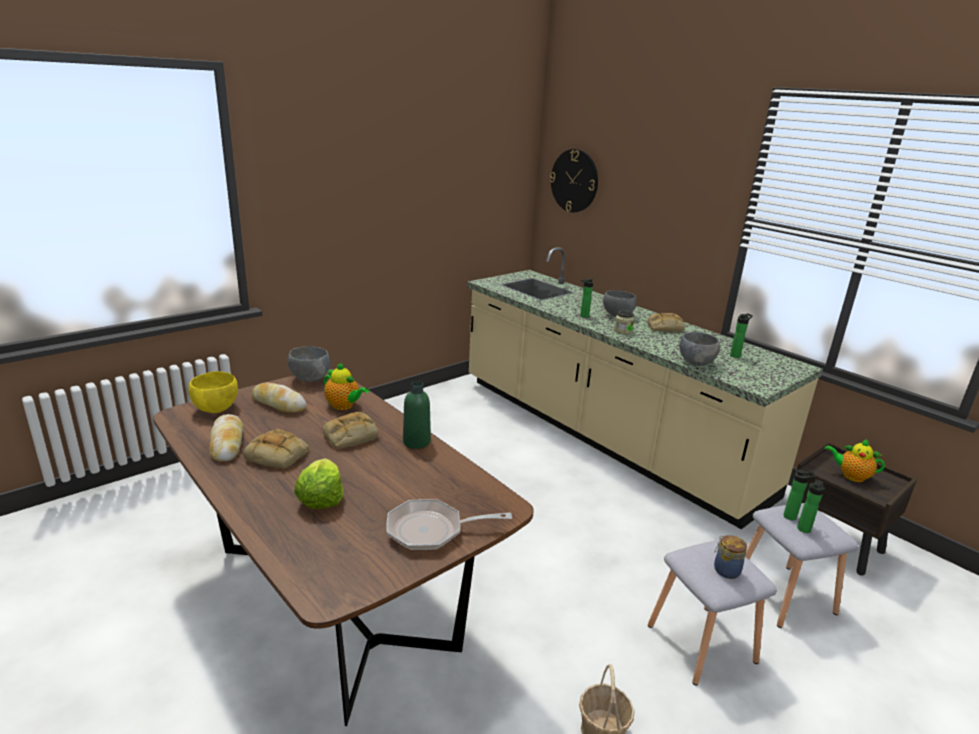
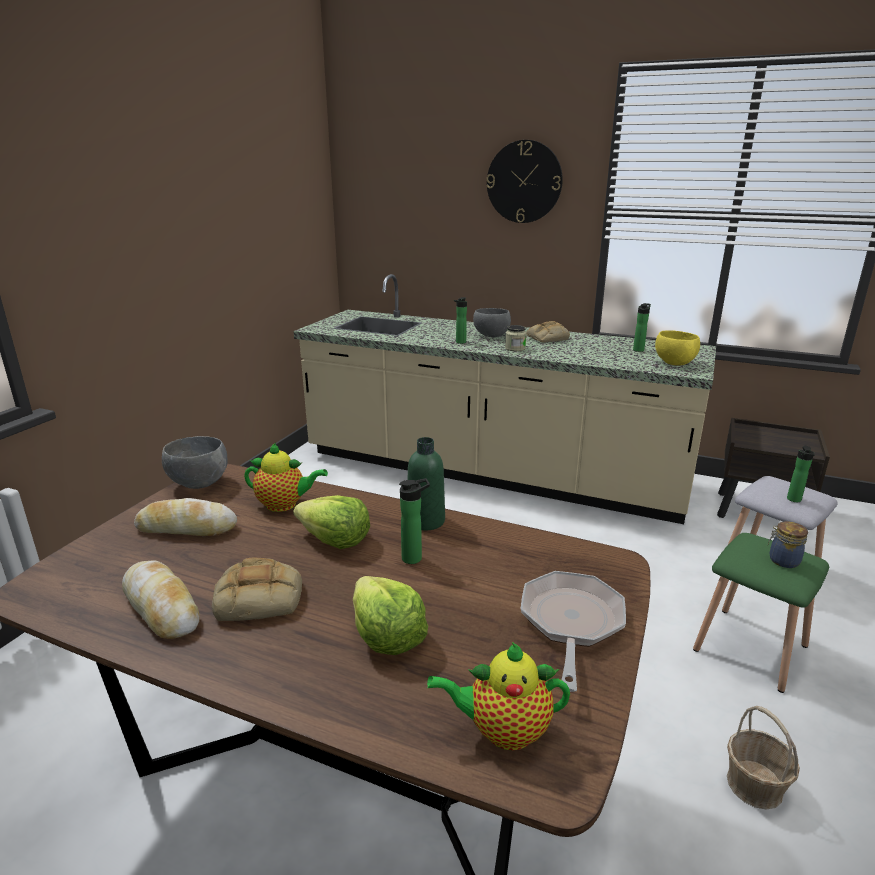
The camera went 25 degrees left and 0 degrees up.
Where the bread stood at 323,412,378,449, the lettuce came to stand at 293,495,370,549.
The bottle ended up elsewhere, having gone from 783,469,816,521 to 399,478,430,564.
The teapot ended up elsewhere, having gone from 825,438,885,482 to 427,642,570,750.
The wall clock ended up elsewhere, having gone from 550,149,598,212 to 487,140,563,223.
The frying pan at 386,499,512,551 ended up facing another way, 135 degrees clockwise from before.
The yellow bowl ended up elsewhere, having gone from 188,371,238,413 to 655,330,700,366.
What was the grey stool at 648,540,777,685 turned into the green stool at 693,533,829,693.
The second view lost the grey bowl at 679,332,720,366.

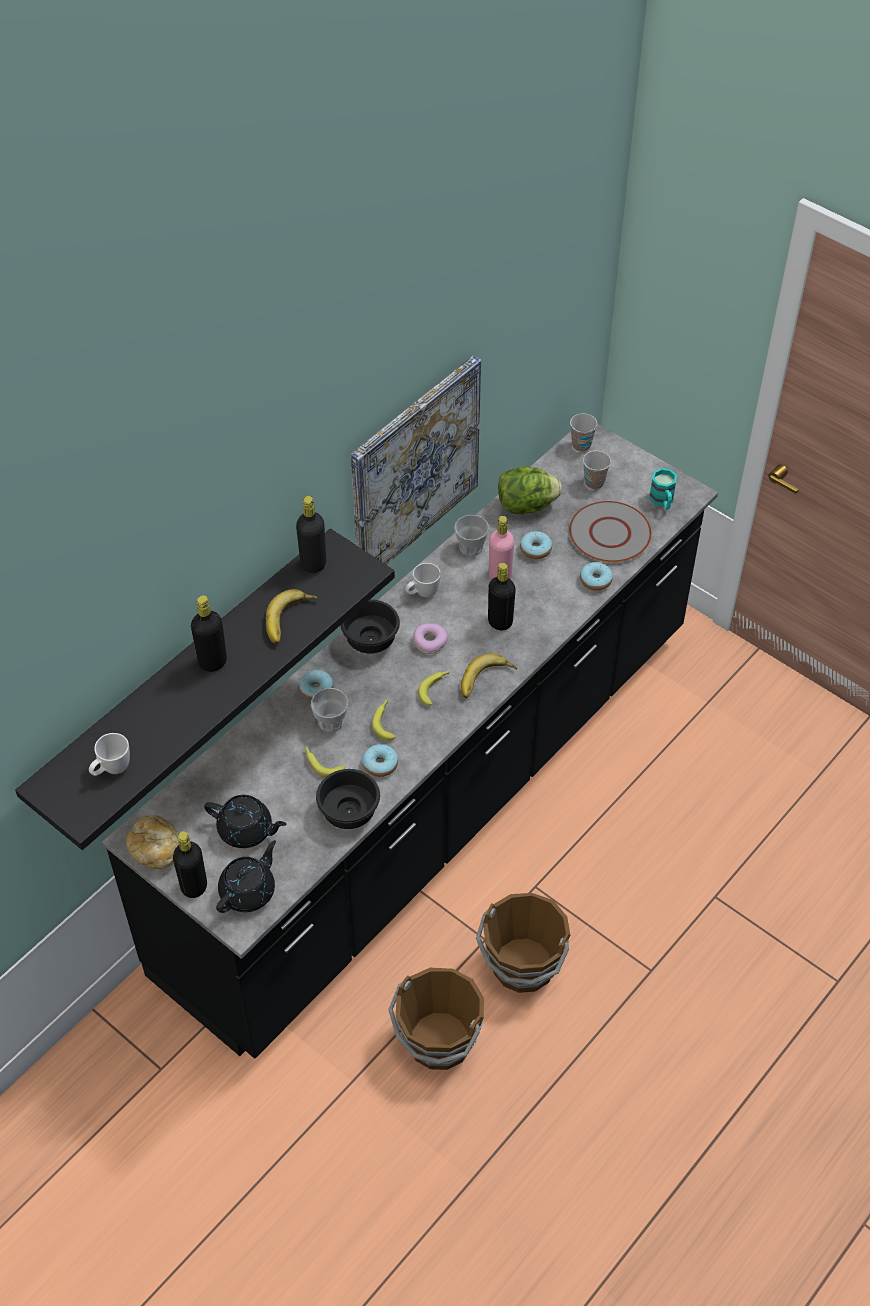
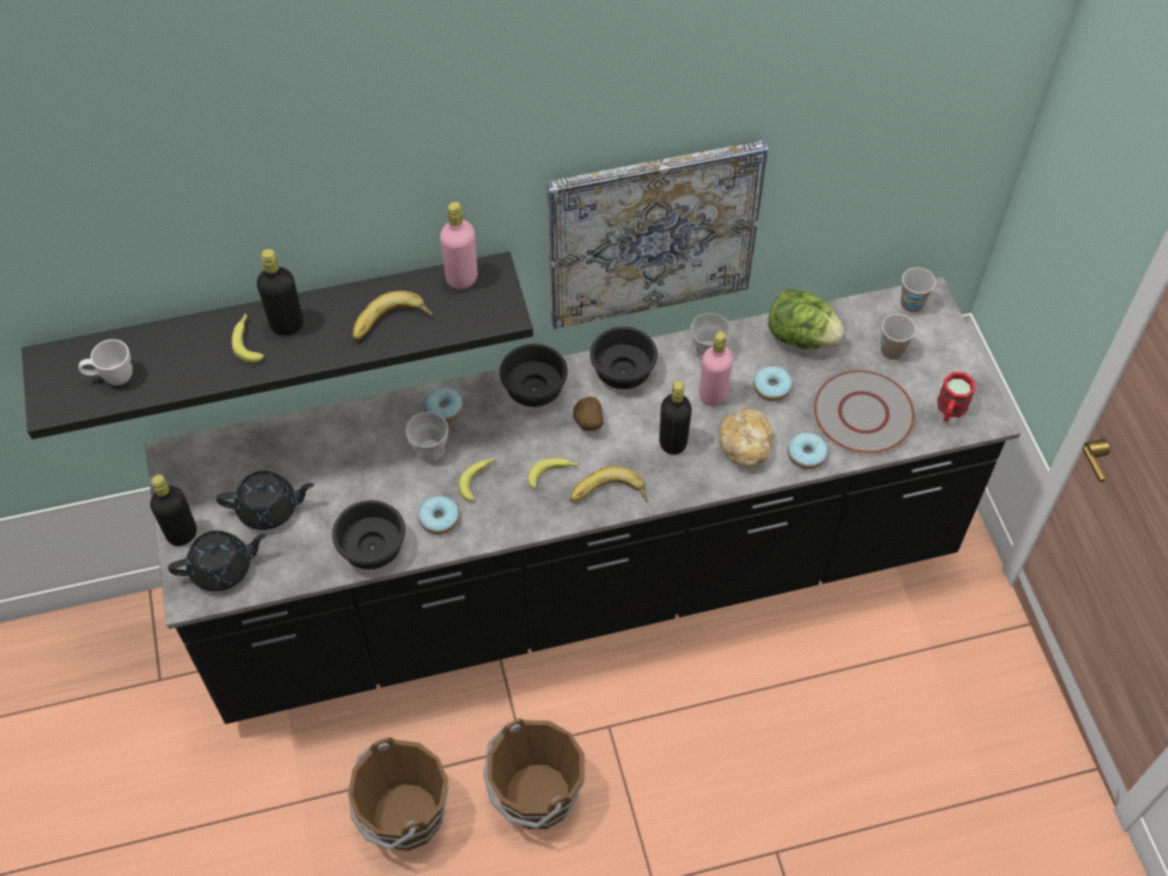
The camera went 35 degrees right and 5 degrees up.
The black teapot at 204,795,287,848 ended up facing another way, 60 degrees counterclockwise from before.
The banana ended up elsewhere, having gone from 305,746,345,778 to 232,313,264,363.
What was the black bottle at 296,496,326,573 turned into the pink bottle at 440,202,478,289.
Where the donut stood at 413,623,448,654, the potato came to stand at 573,397,604,431.
Where the white mug stood at 405,563,441,597, the black bowl came to stand at 590,327,658,389.
The bread ended up elsewhere, having gone from 126,815,179,869 to 719,409,774,468.
What was the turquoise mug at 649,468,677,510 turned into the red mug at 937,372,976,422.

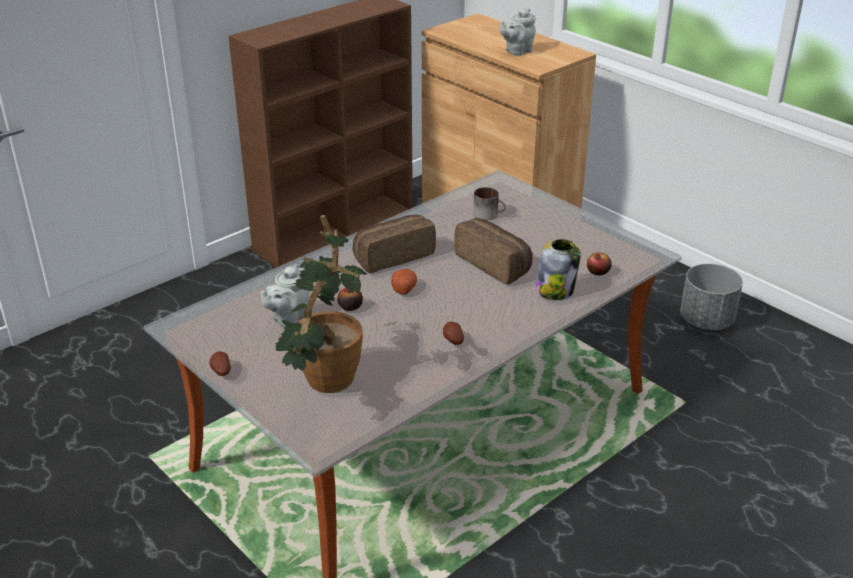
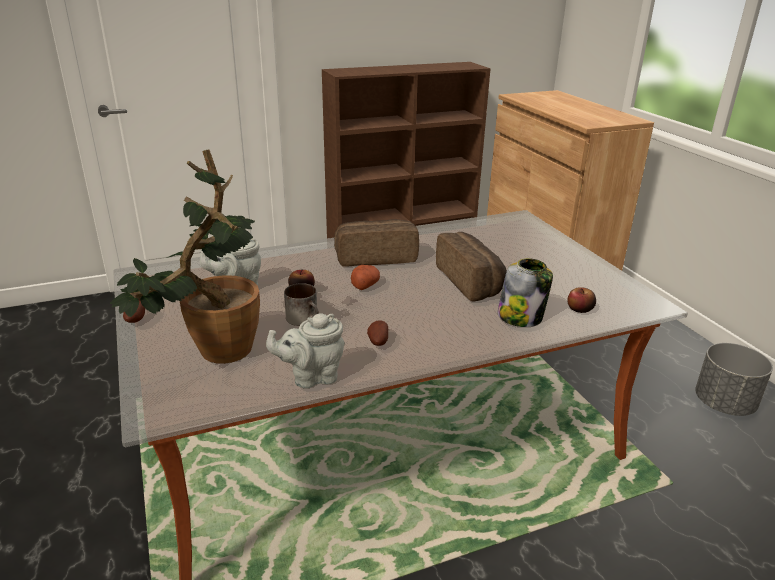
The camera went 20 degrees right and 5 degrees down.
The grey teapot ended up elsewhere, having gone from 500,9,536,56 to 266,313,345,388.
The mug ended up elsewhere, having gone from 473,187,506,220 to 284,283,319,326.

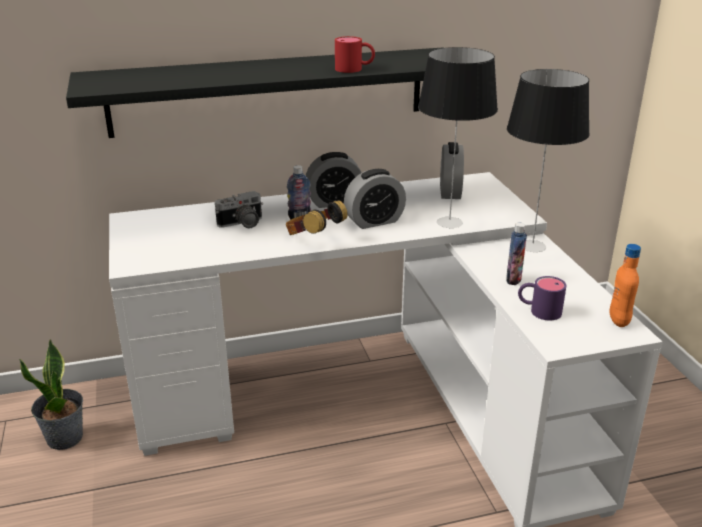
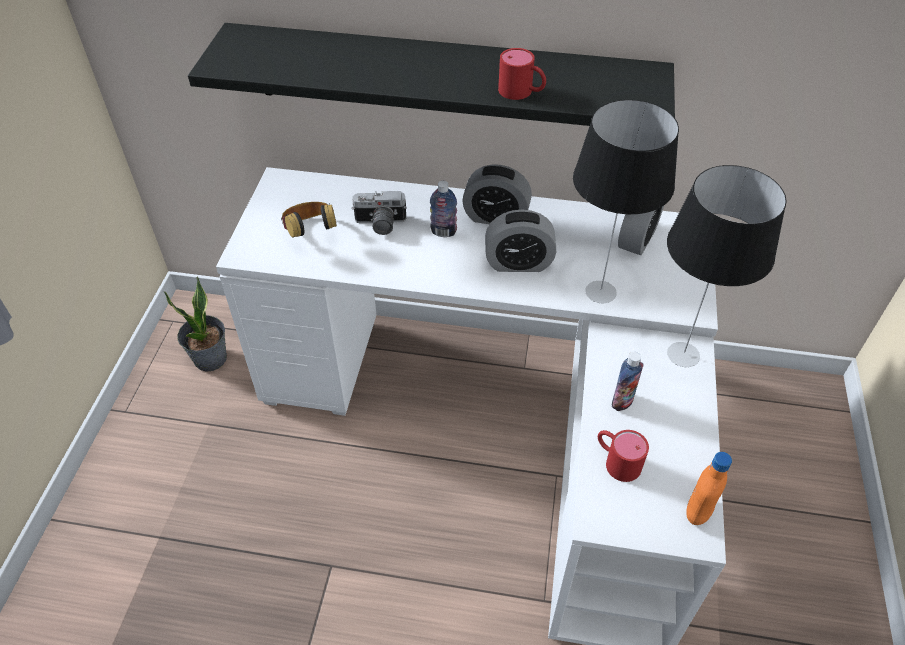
The camera went 25 degrees right and 20 degrees up.
The headphones ended up elsewhere, having gone from 286,200,348,235 to 281,202,337,238.
What was the purple mug at 518,276,567,321 turned into the red mug at 598,430,649,482.

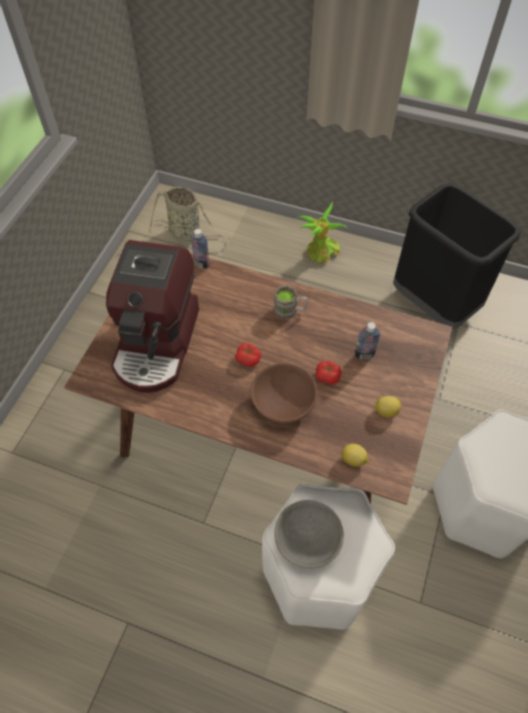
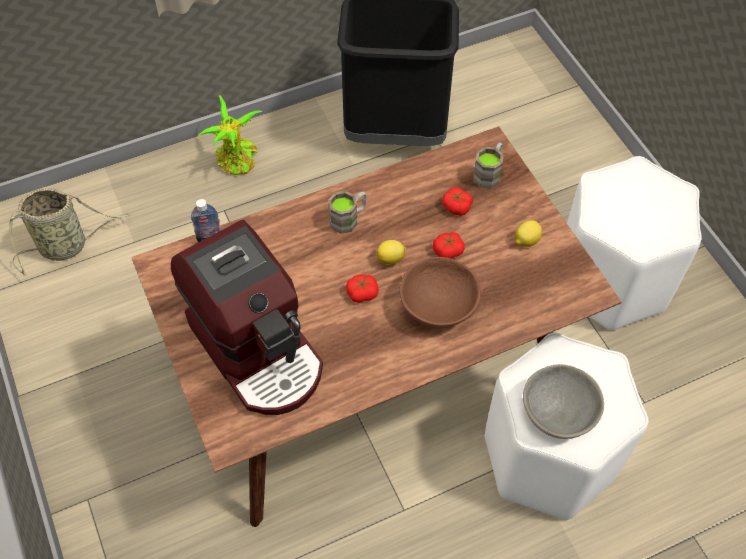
The camera went 45 degrees left and 0 degrees up.
The lemon ended up elsewhere, having gone from 341,444,369,467 to 377,240,406,265.
Where the bottle stood at 354,322,380,359, the tomato came to stand at 442,187,473,216.
The second view gained the brown mug at 473,142,503,189.

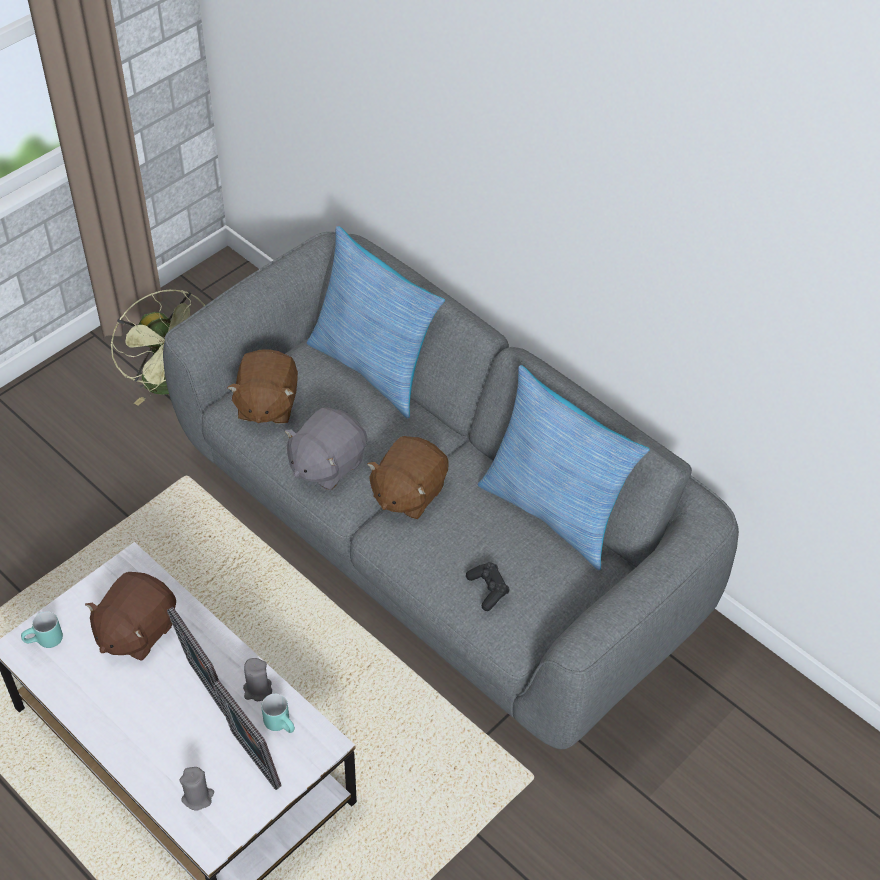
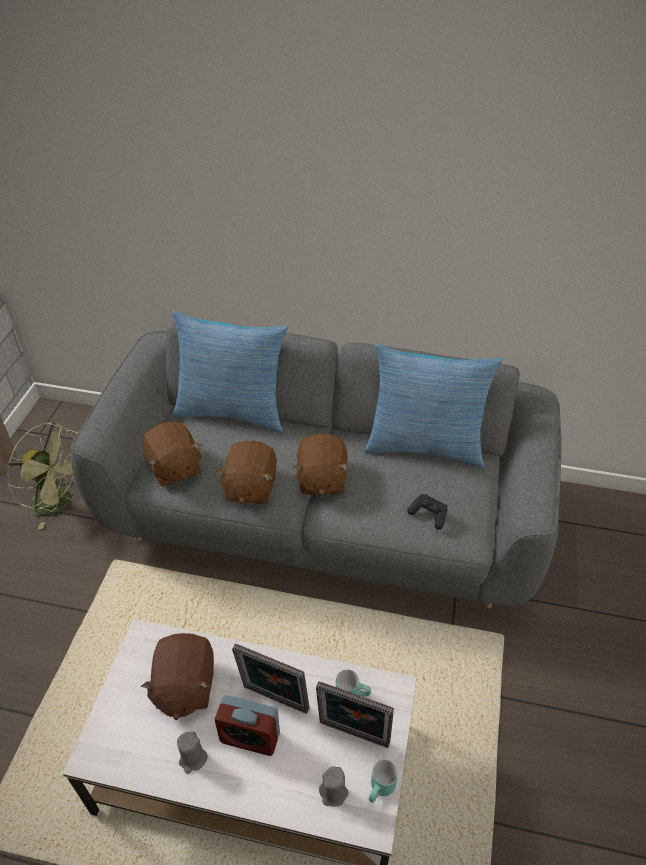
The camera went 30 degrees left and 5 degrees down.
The grey candle ended up elsewhere, having gone from 243,658,272,701 to 177,731,208,774.
The second view gained the alarm clock at 215,695,280,756.
What was the grey plush toy at 285,407,367,490 turned into the brown plush toy at 216,441,277,504.
The turquoise mug ended up elsewhere, having gone from 21,611,63,648 to 369,760,398,803.

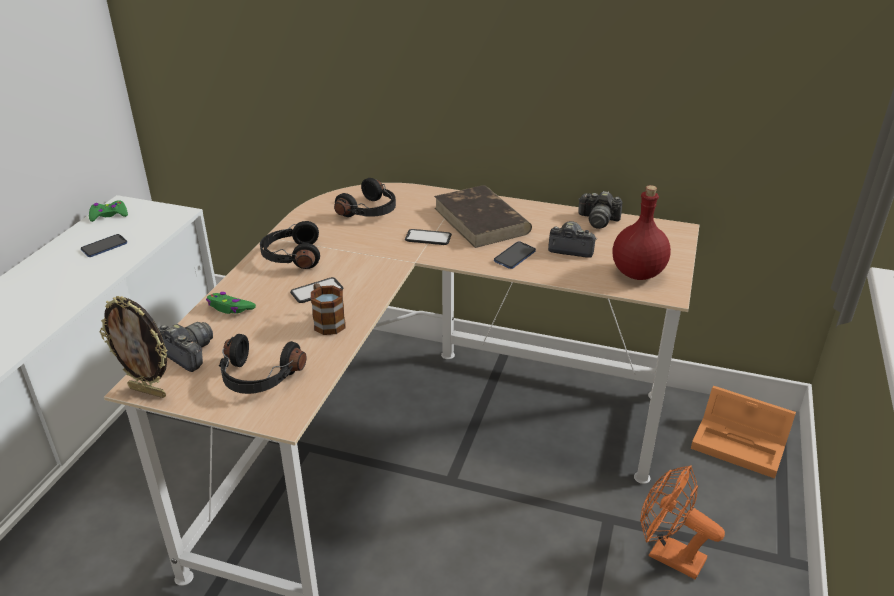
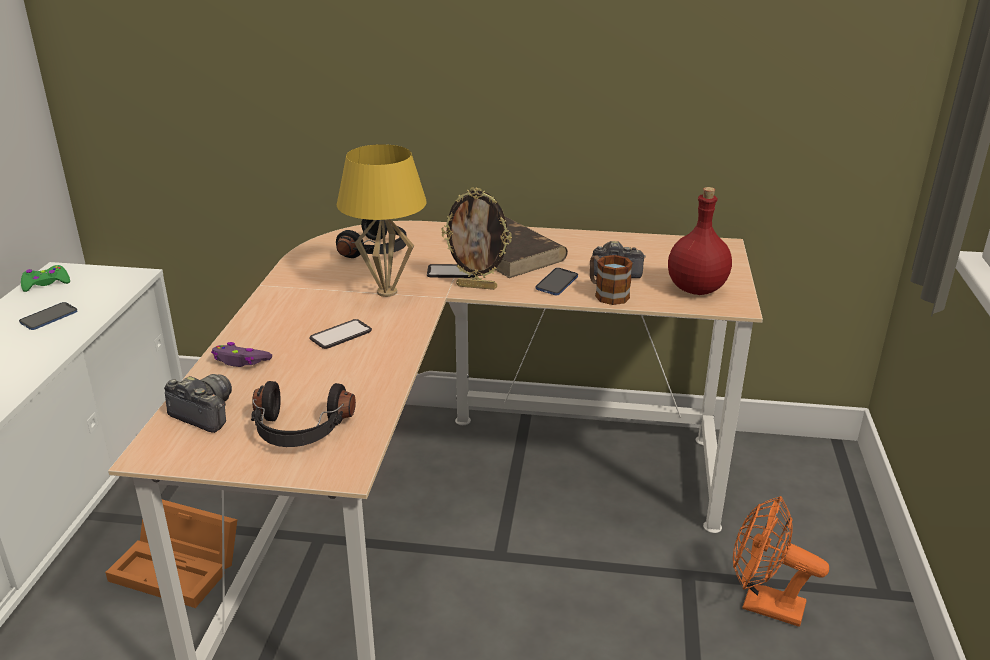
The camera went 10 degrees left and 5 degrees down.
The orange storage box ended up elsewhere, having gone from 691,386,796,479 to 105,500,237,608.
What was the green game controller at 206,292,256,314 turned into the purple game controller at 211,342,272,367.
The second view gained the yellow table lamp at 337,144,427,297.
The picture frame ended up elsewhere, having gone from 99,296,167,398 to 442,187,512,290.
The mug ended up elsewhere, having gone from 311,283,346,335 to 590,255,633,305.
The second view lost the black headphones at 260,221,320,269.
The second view lost the photo camera at 578,191,623,229.

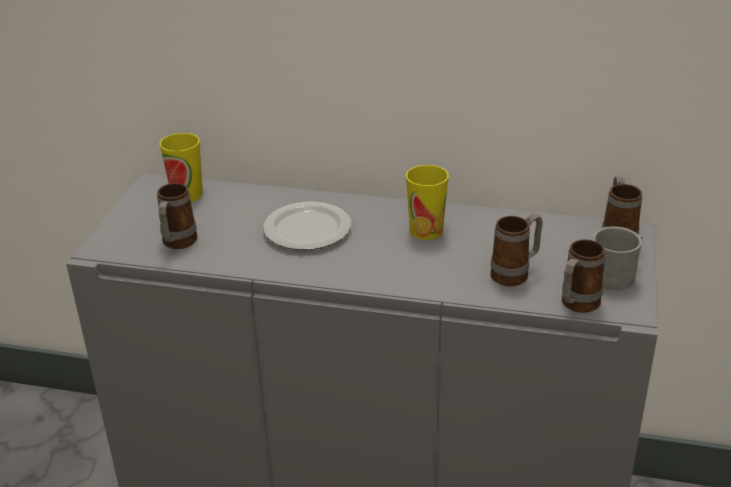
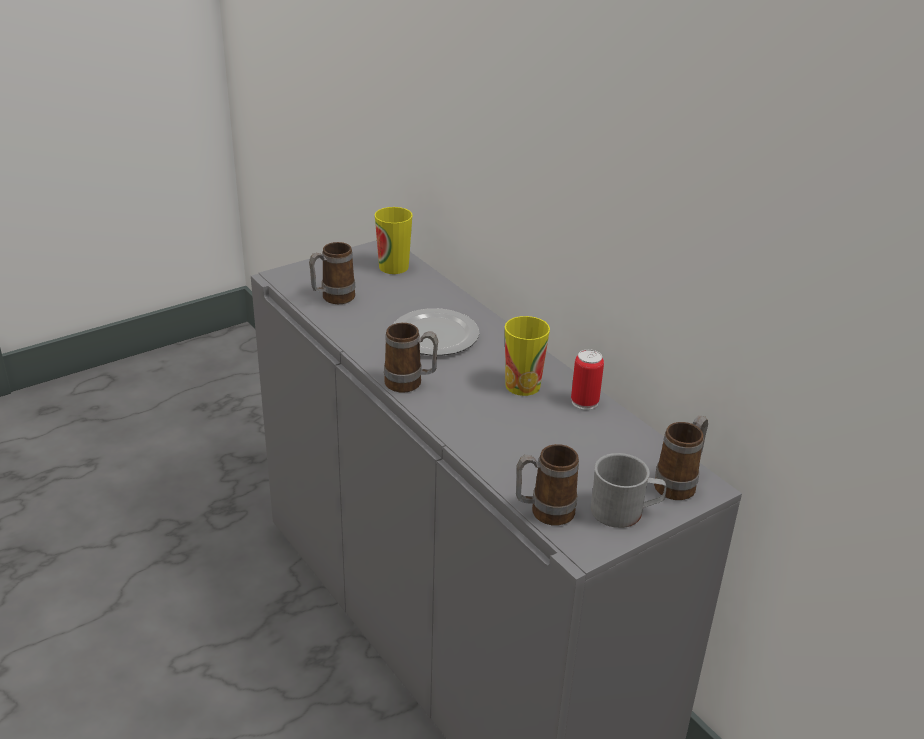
The camera went 40 degrees right and 0 degrees up.
The mug ended up elsewhere, having gone from 491,213,543,286 to 384,323,438,393.
The second view gained the can at 571,349,604,410.

